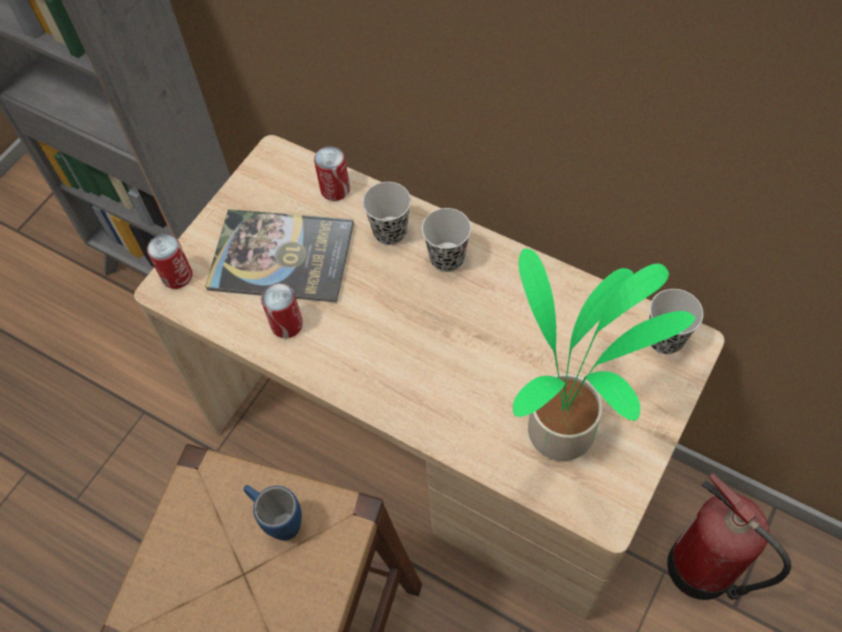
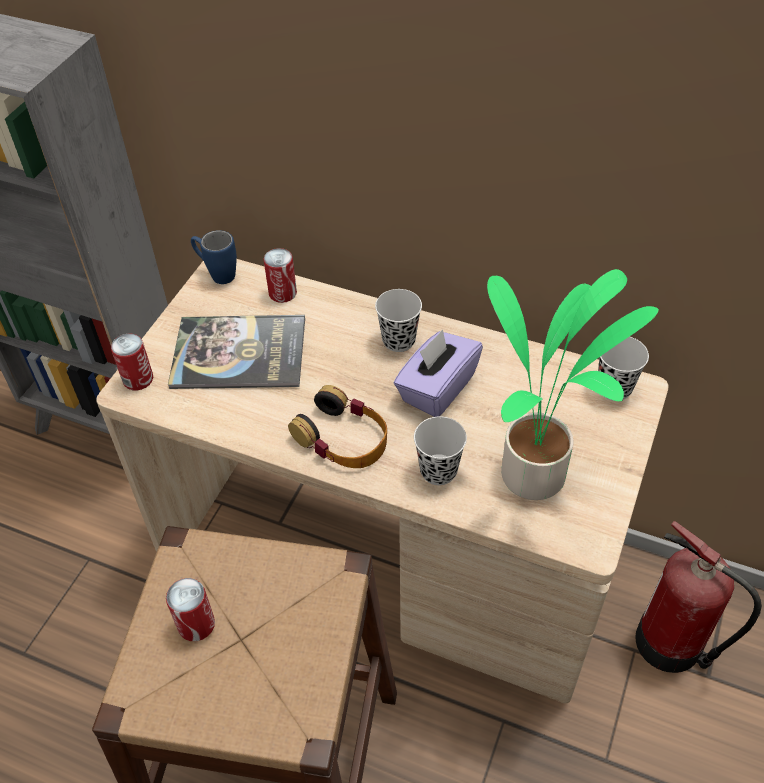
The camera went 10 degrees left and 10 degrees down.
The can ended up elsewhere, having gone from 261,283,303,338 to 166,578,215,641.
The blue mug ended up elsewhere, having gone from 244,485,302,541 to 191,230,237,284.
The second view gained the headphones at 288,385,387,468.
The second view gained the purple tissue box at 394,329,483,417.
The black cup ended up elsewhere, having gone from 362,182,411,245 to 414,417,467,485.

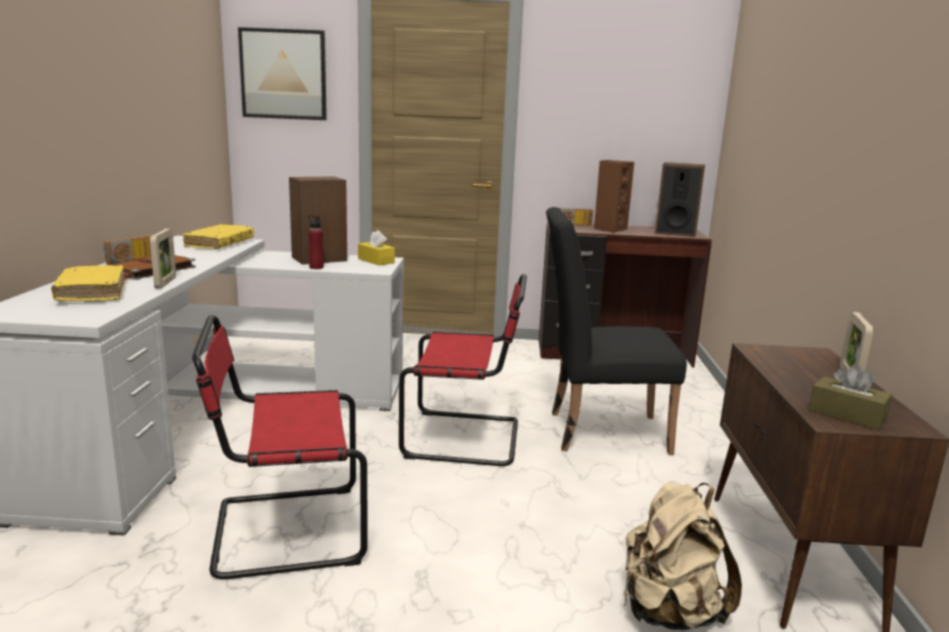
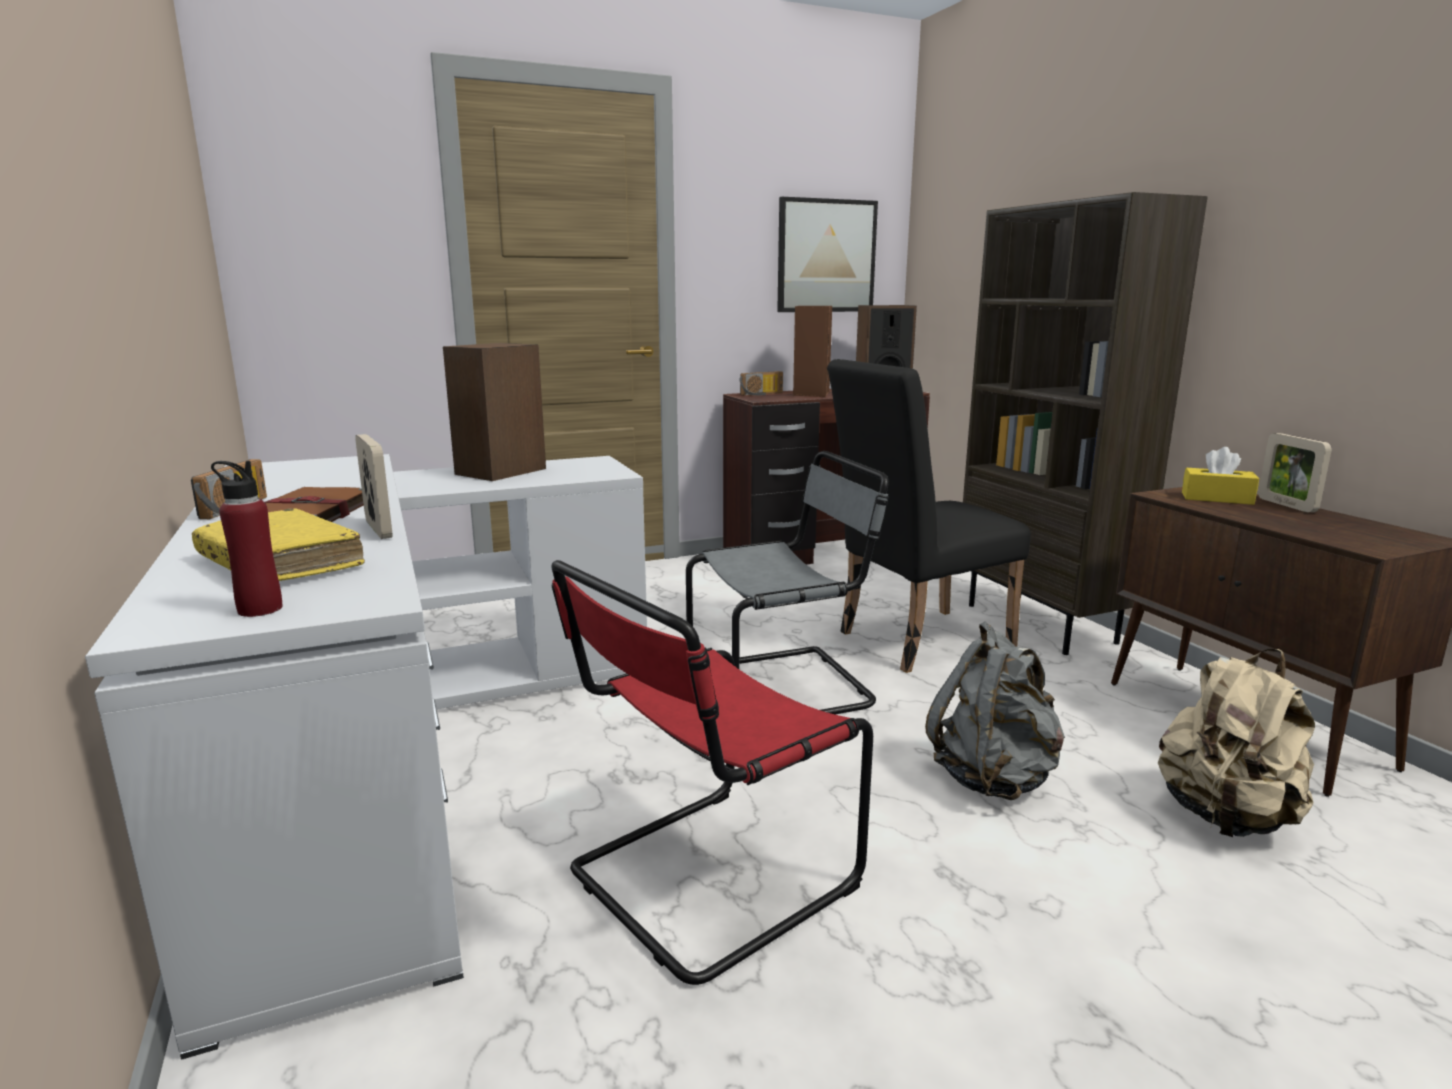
The camera went 25 degrees left and 0 degrees up.
The red bottle ended up elsewhere, having gone from 308,215,324,269 to 211,461,283,617.
What was the red chair at 399,274,527,466 turned into the grey chair at 686,451,889,714.
The picture ended up elsewhere, having gone from 238,27,327,120 to 777,197,878,312.
The second view gained the grey backpack at 925,622,1065,800.
The second view gained the brown bookcase at 963,192,1208,655.
The yellow tissue box ended up elsewhere, having gone from 358,230,395,265 to 1182,447,1259,505.
The second view lost the yellow book at 183,224,254,249.
The second view lost the brown tissue box at 809,364,892,430.

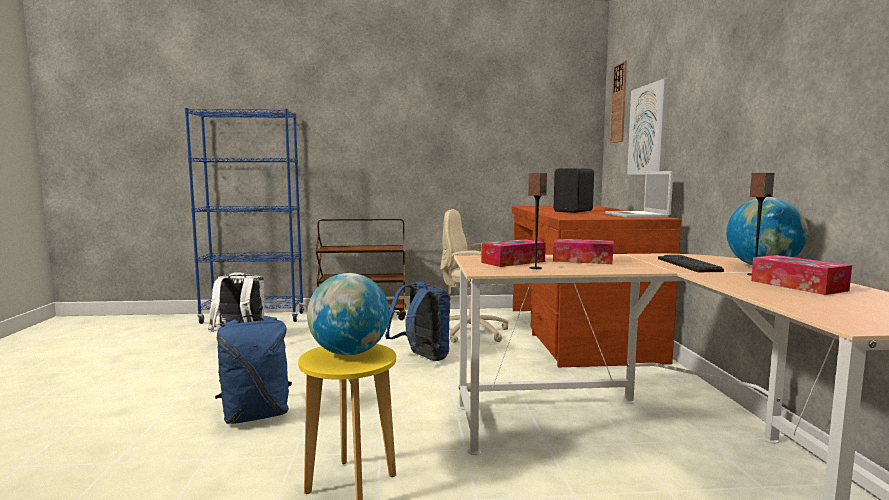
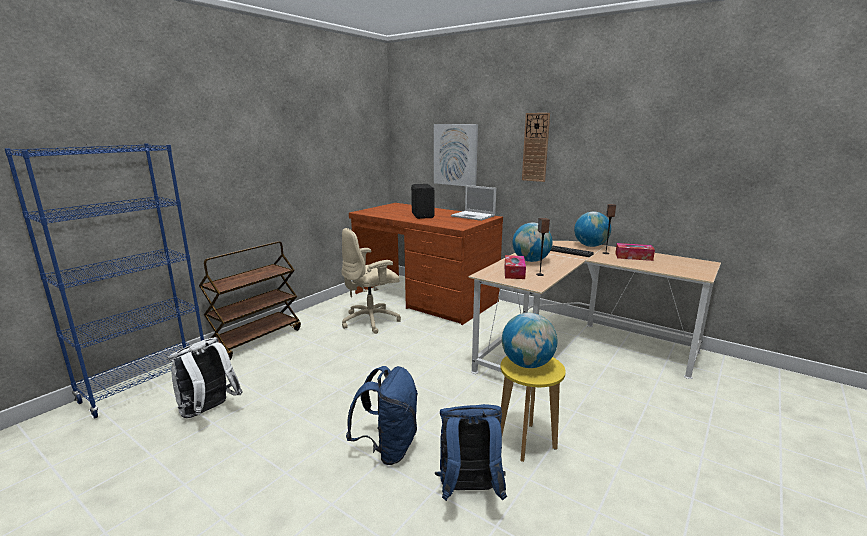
The camera went 50 degrees left and 10 degrees up.
The blue backpack ended up elsewhere, having gone from 385,281,450,361 to 435,404,507,501.
Where the tissue box stood at 553,239,614,264, the globe came to stand at 512,223,553,262.
The wall clock ended up elsewhere, having gone from 610,60,627,143 to 522,113,550,182.

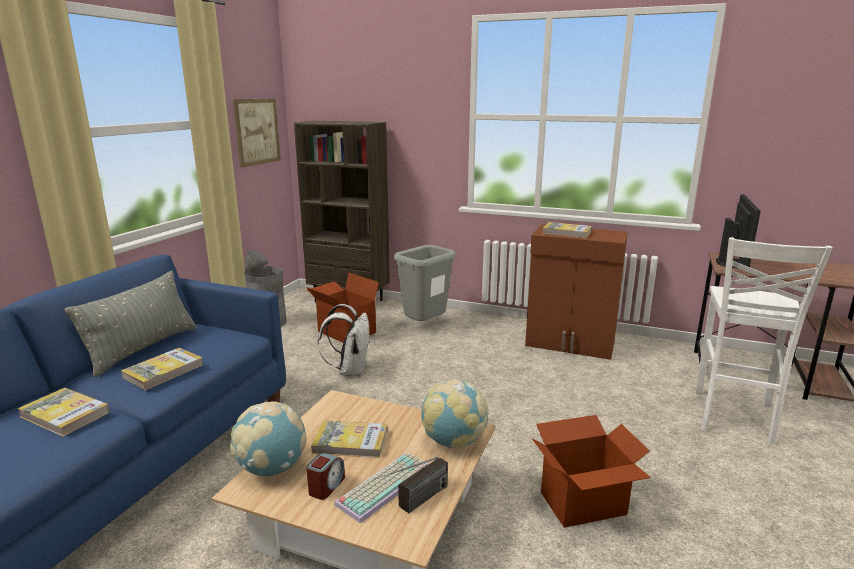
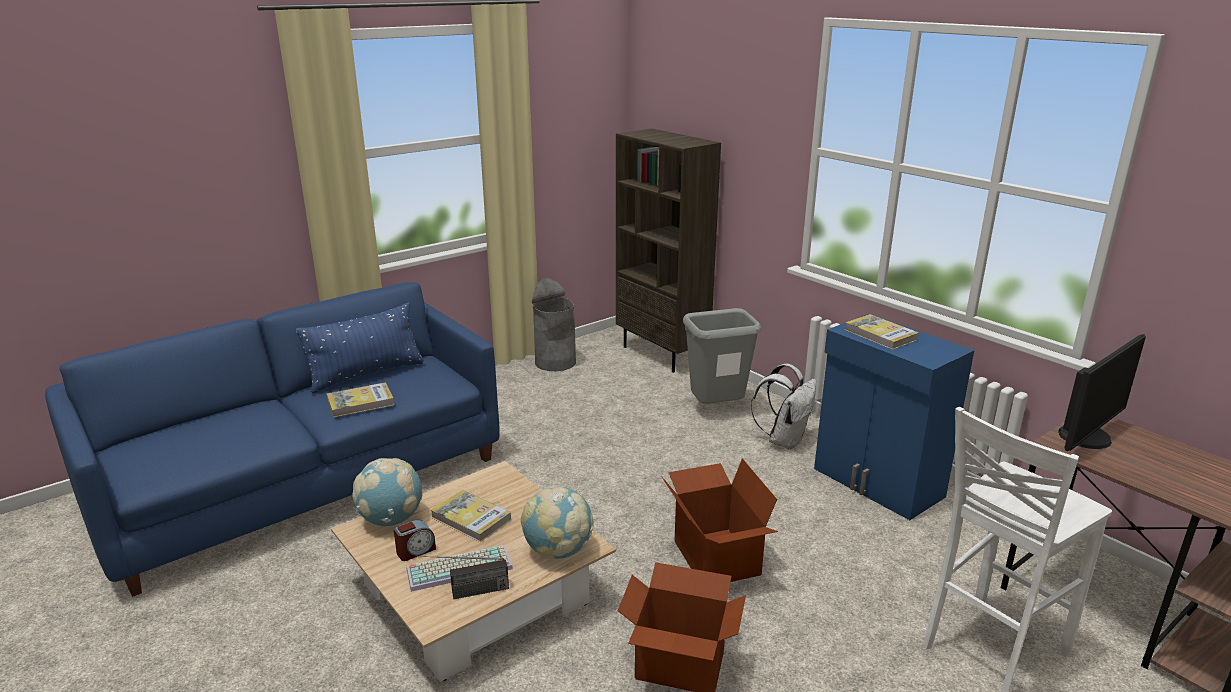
The camera went 30 degrees right and 5 degrees up.
What was the grey pillow at 65,271,197,377 turned into the blue pillow at 296,303,424,394.
The cardboard box ended up elsewhere, having gone from 306,272,384,343 to 661,458,778,582.
The white backpack ended up elsewhere, having gone from 318,304,371,377 to 751,364,816,450.
What was the brown cabinet at 525,224,628,360 turned into the blue cabinet at 814,314,974,520.
The second view lost the book at 17,388,110,437.
The second view lost the picture at 233,98,281,167.

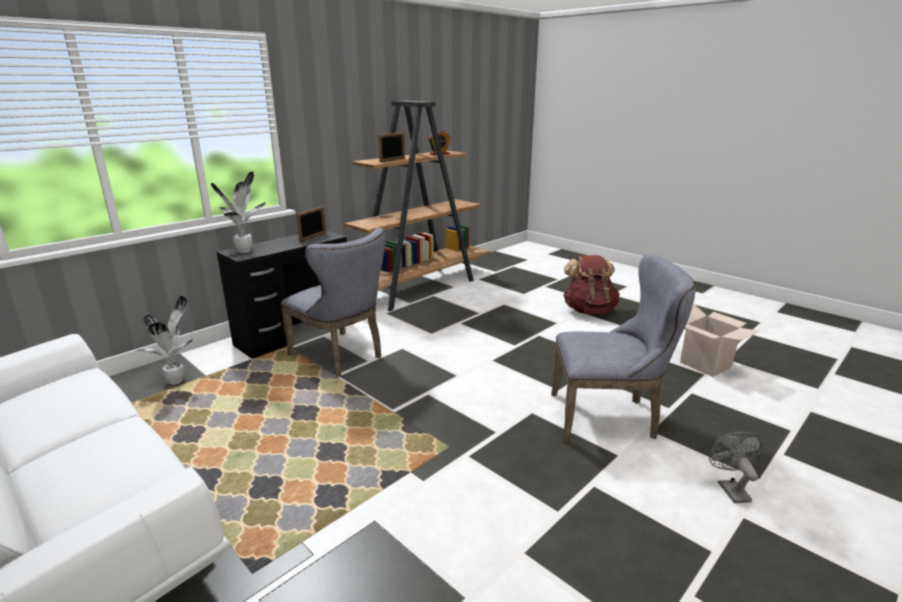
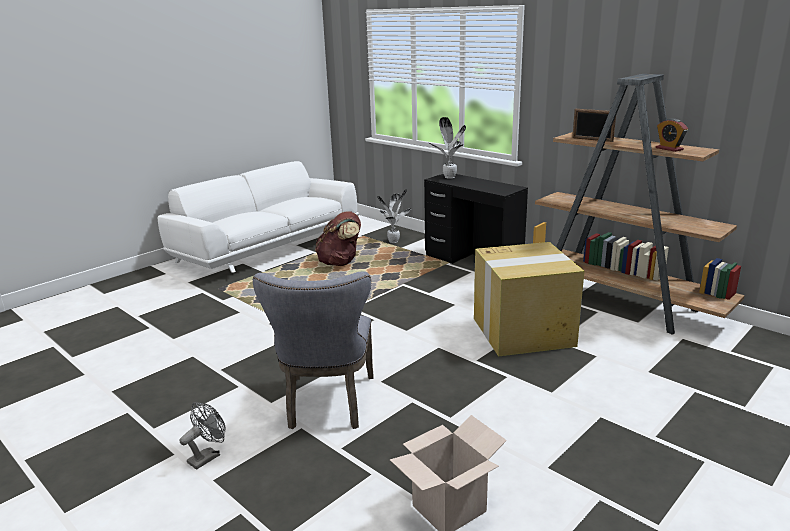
The camera went 90 degrees right and 0 degrees up.
The grey fan at 709,432,762,503 ended up facing another way, 45 degrees counterclockwise from before.
The brown backpack ended up elsewhere, having gone from 563,255,620,314 to 315,212,361,266.
The second view gained the cardboard box at 474,242,584,356.
The second view lost the grey chair at 281,228,385,377.
The second view lost the picture frame at 296,206,326,243.

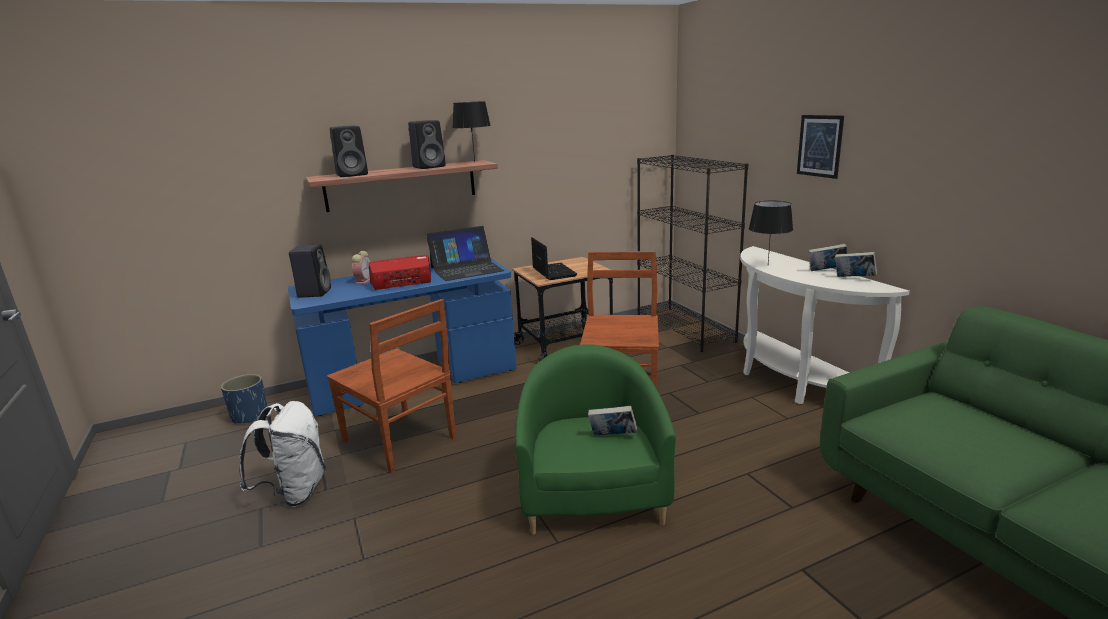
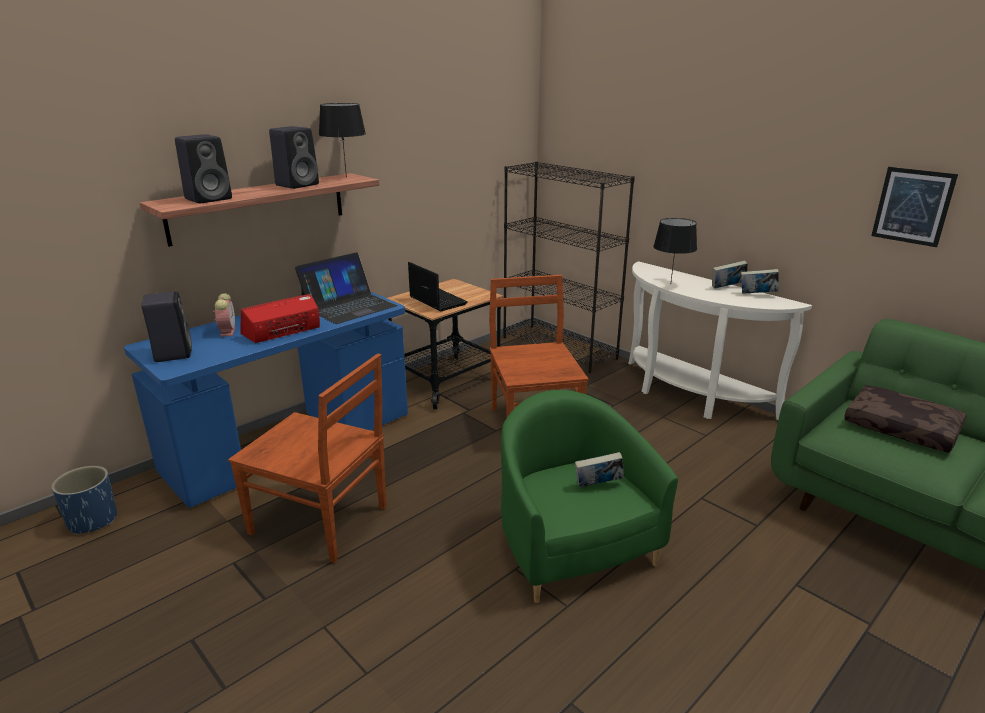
The camera went 20 degrees left and 5 degrees up.
The second view gained the brown pillow at 844,385,967,453.
The picture ended up elsewhere, having gone from 797,115,844,179 to 871,167,958,247.
The second view lost the white backpack at 239,401,326,507.

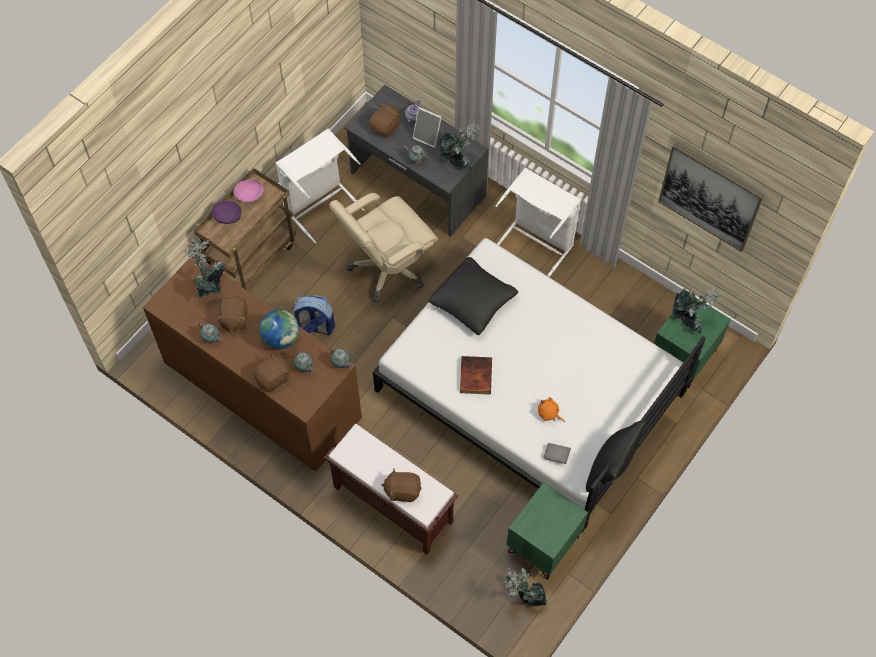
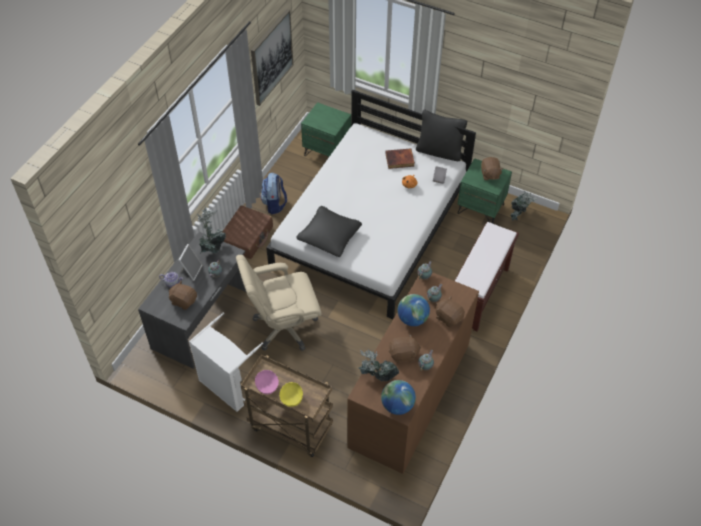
The camera went 100 degrees left and 10 degrees down.
Where the white laundry basket stood at 495,168,581,277, the brown suitcase came to stand at 222,206,273,259.
The beige office chair at 329,193,438,302 ended up facing another way, 120 degrees clockwise from before.
The backpack ended up elsewhere, having gone from 292,295,335,335 to 260,173,287,214.
What was the purple bowl at 212,200,242,224 turned into the yellow bowl at 279,382,303,407.
The second view gained the globe at 381,380,416,415.
The book ended up elsewhere, having gone from 460,356,492,394 to 385,148,415,169.
The brown plush toy ended up elsewhere, having gone from 382,468,422,502 to 481,157,503,180.
The second view lost the potted plant at 672,288,721,334.

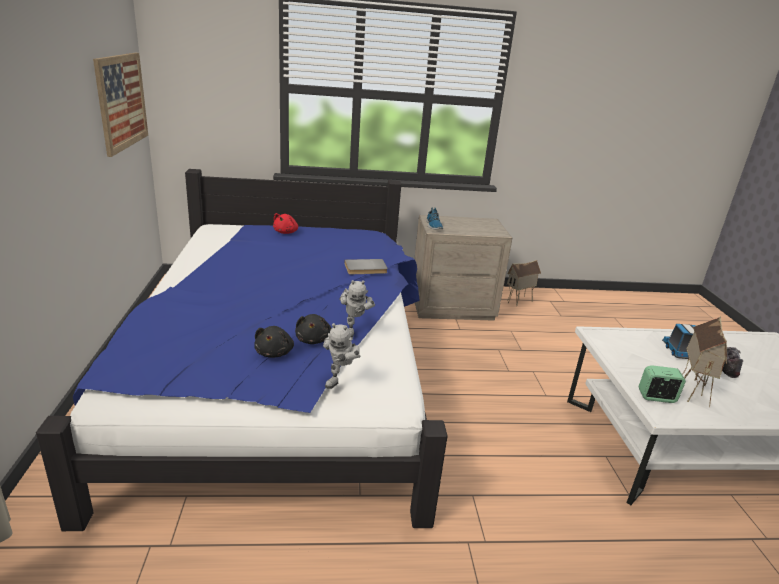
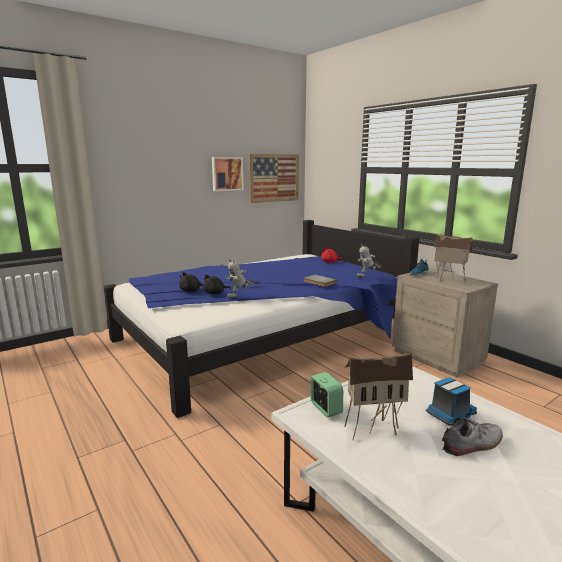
The camera went 60 degrees right and 10 degrees down.
The second view gained the picture at 212,157,244,191.
The toy robot ended up elsewhere, having gone from 323,323,361,389 to 357,244,382,278.
The toy house ended up elsewhere, having gone from 507,260,541,306 to 434,234,473,283.

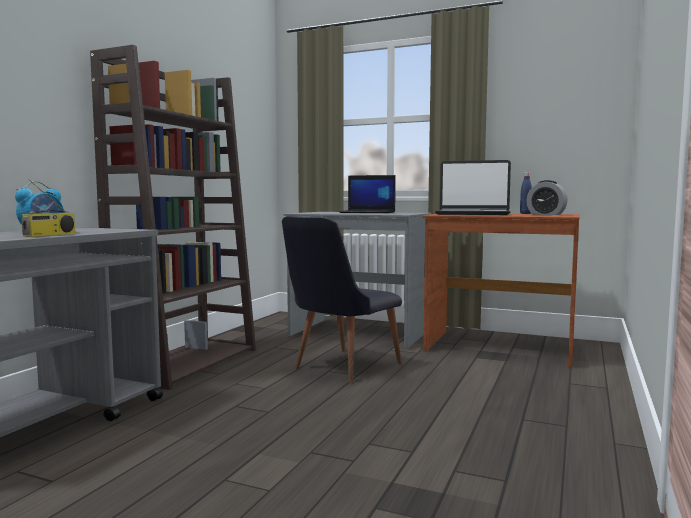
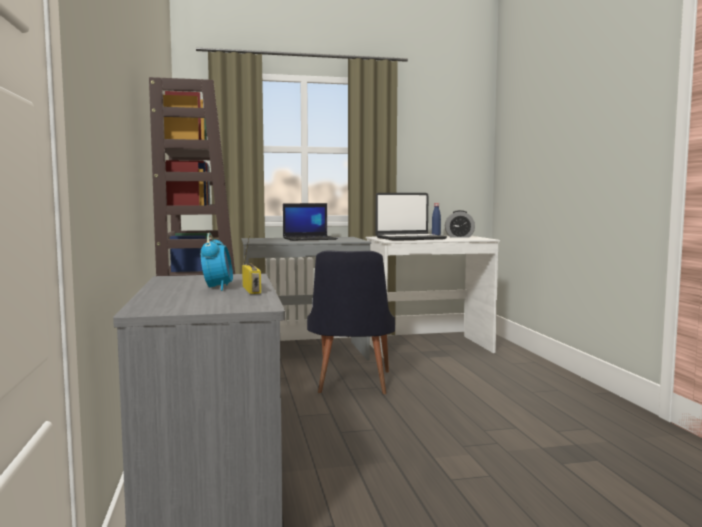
The camera went 35 degrees left and 0 degrees up.
What was the brown desk at 422,214,580,368 turned into the white desk at 366,236,500,359.

